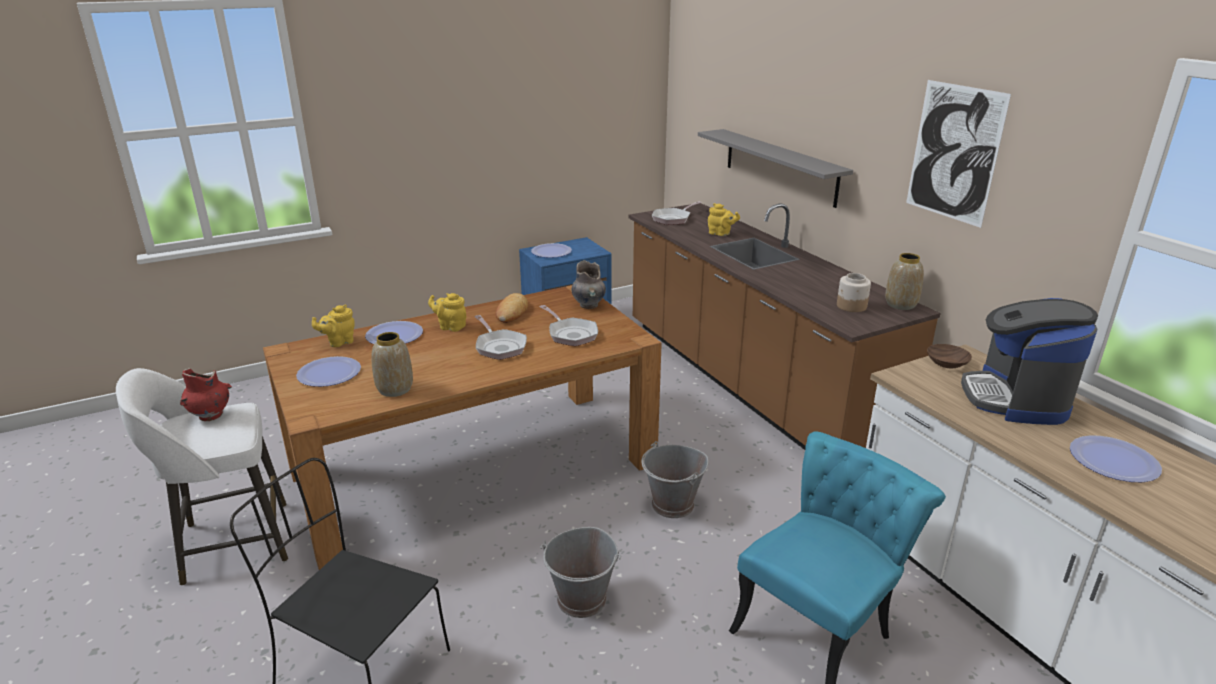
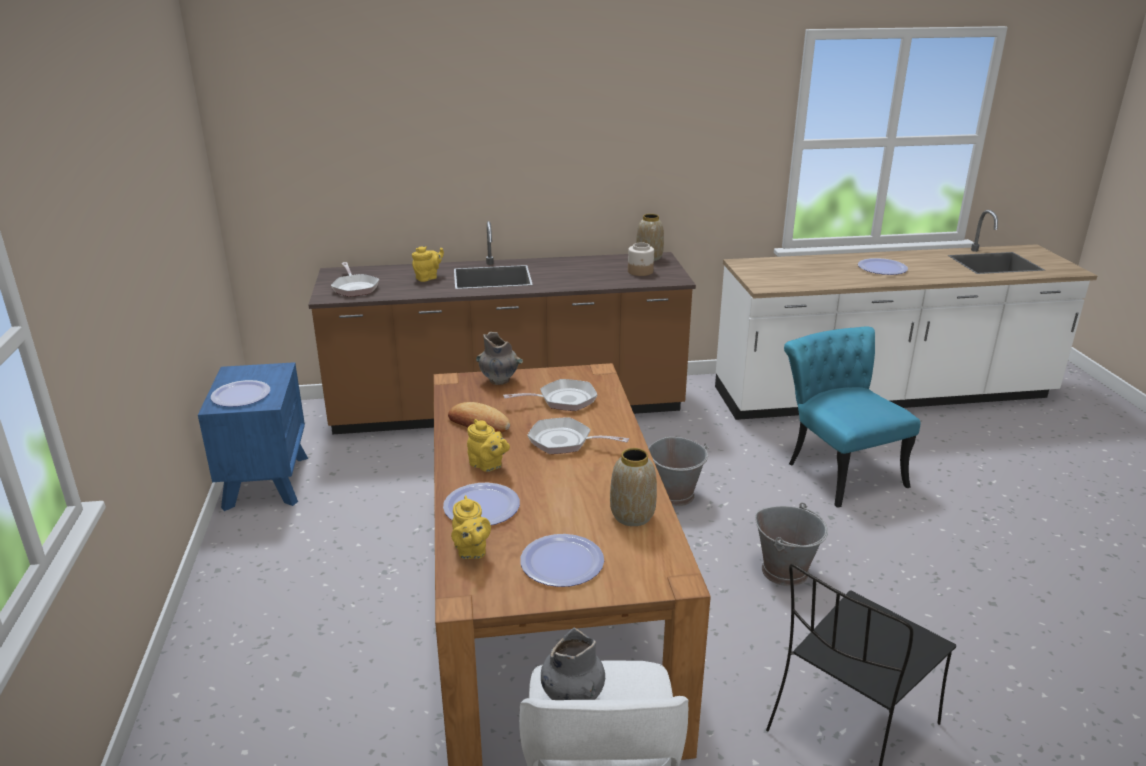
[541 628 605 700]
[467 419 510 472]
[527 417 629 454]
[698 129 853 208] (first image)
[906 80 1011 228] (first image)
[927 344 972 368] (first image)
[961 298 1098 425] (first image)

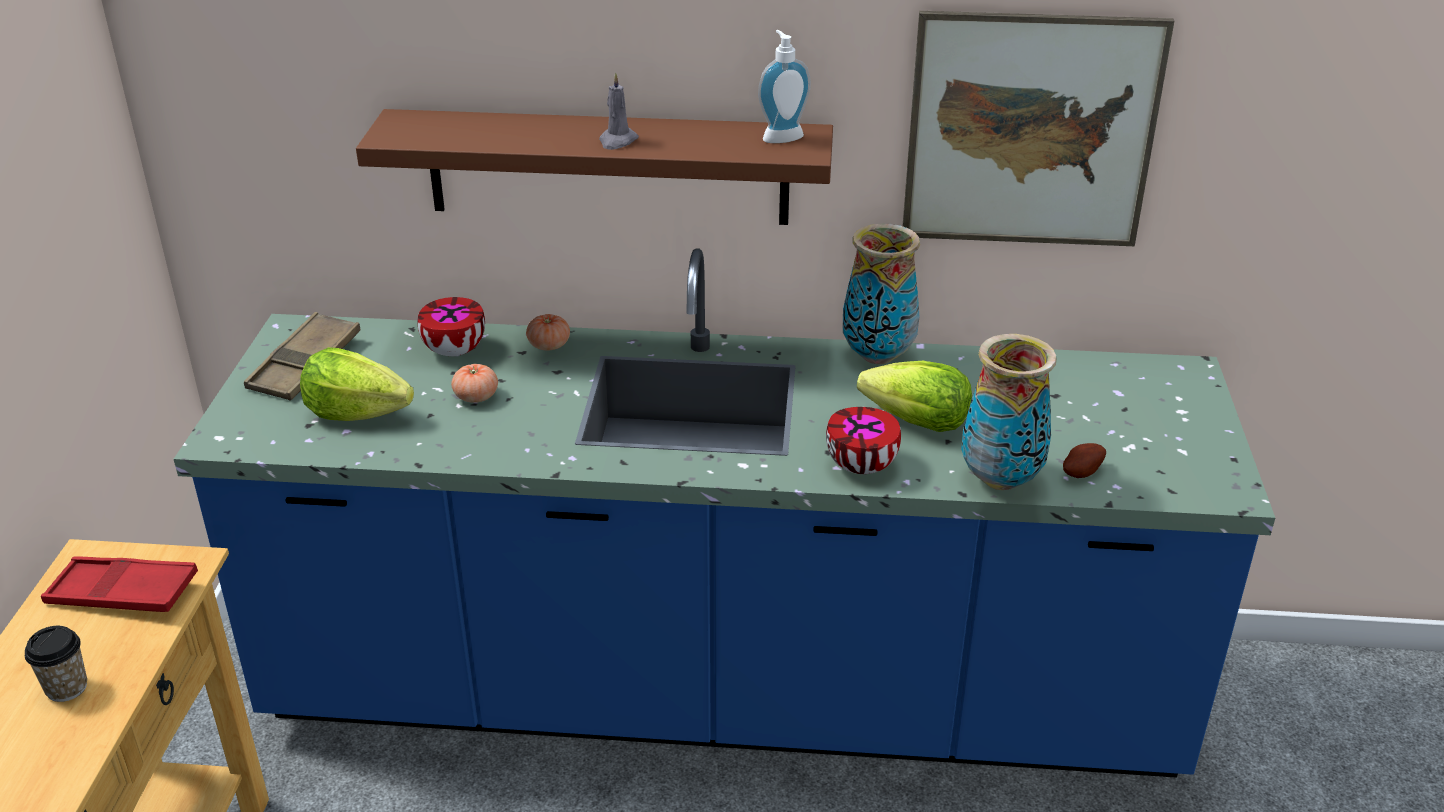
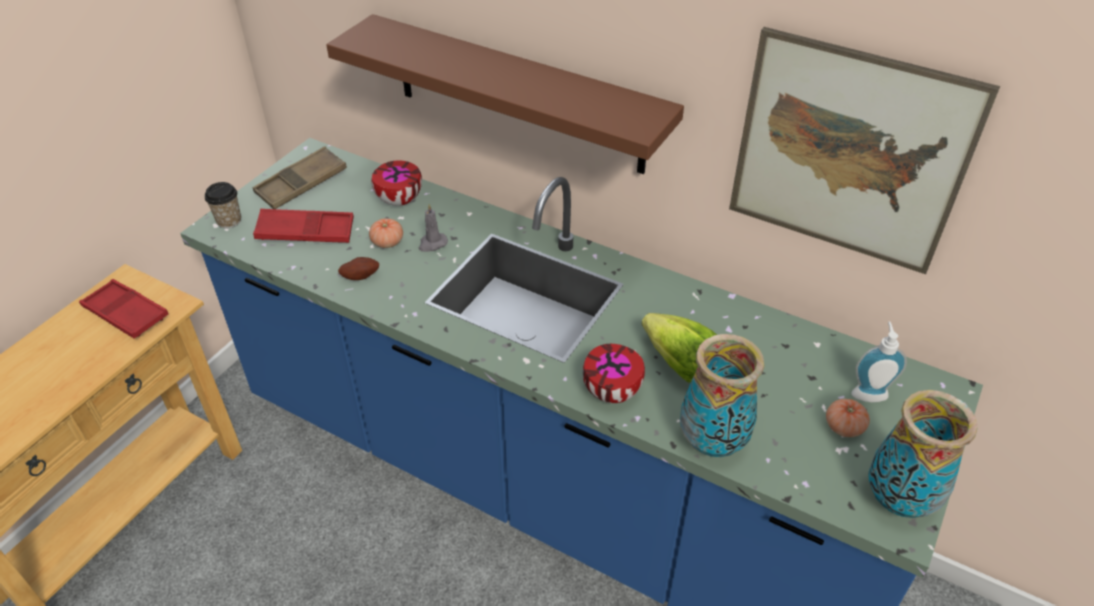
[205 182 241 229]
[253 209 354 243]
[826 399 870 437]
[419 204 448 252]
[851 321 907 402]
[868 390 978 518]
[338 257 379 280]

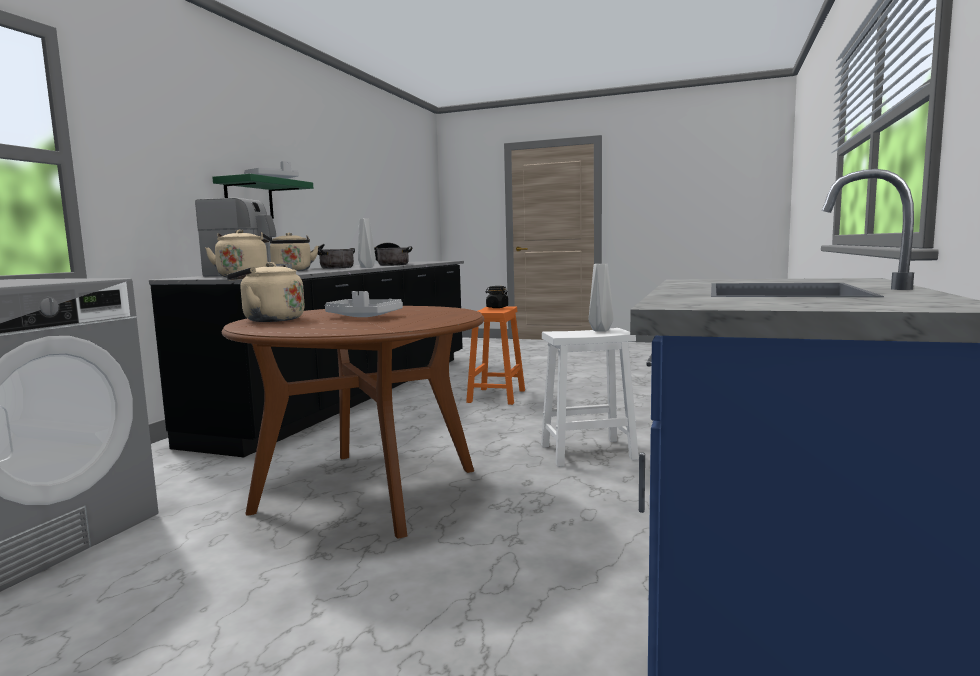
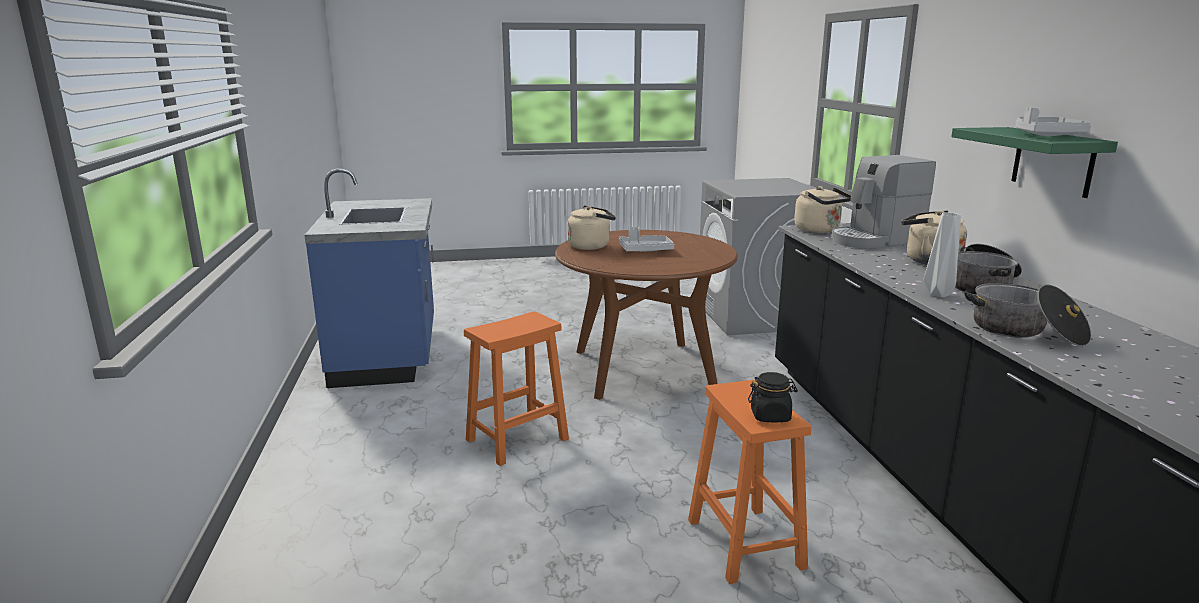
[567 206 616 250]
[464 311 569 466]
[589 264 614 332] (first image)

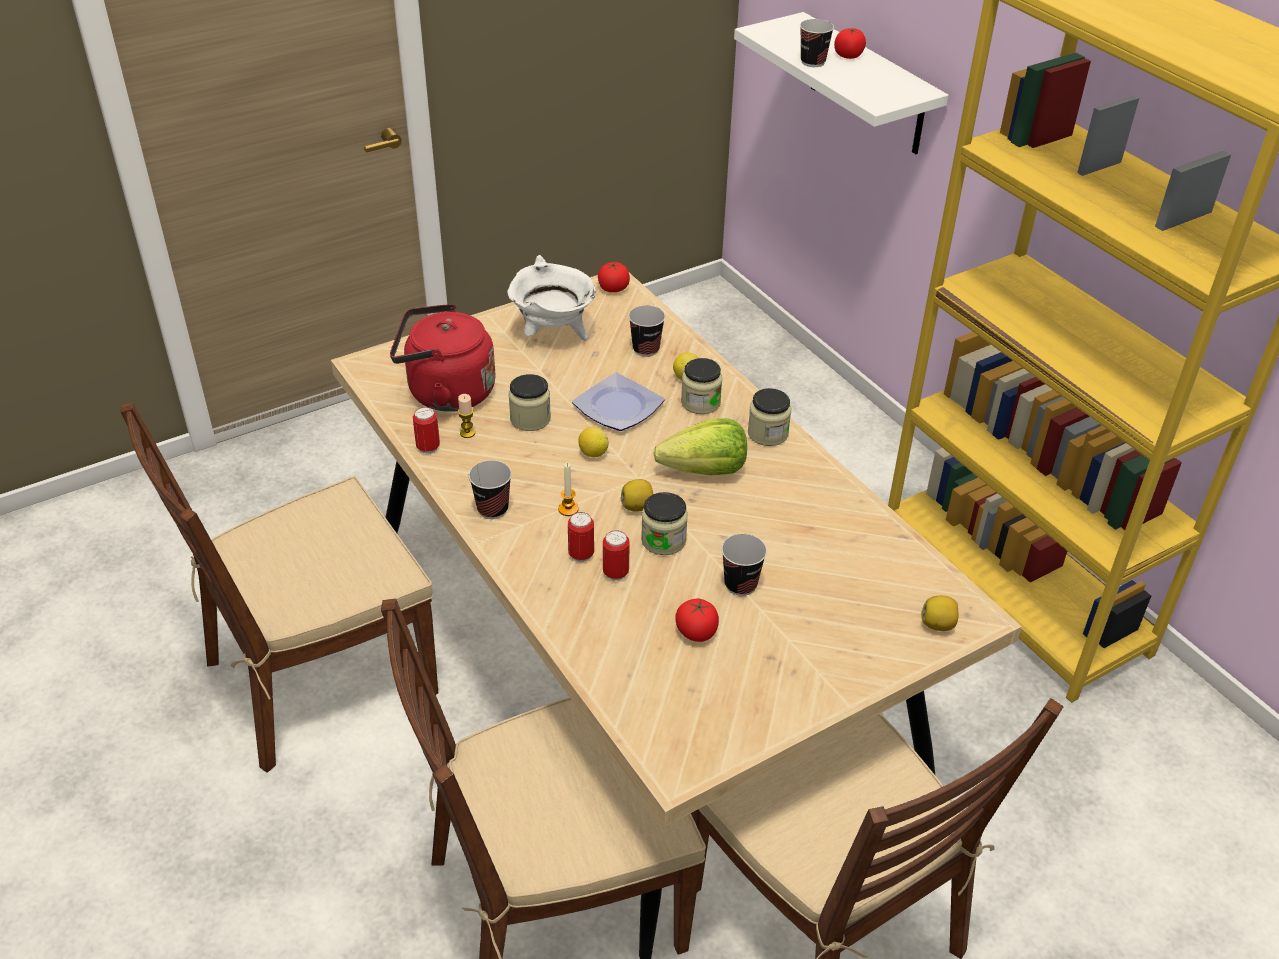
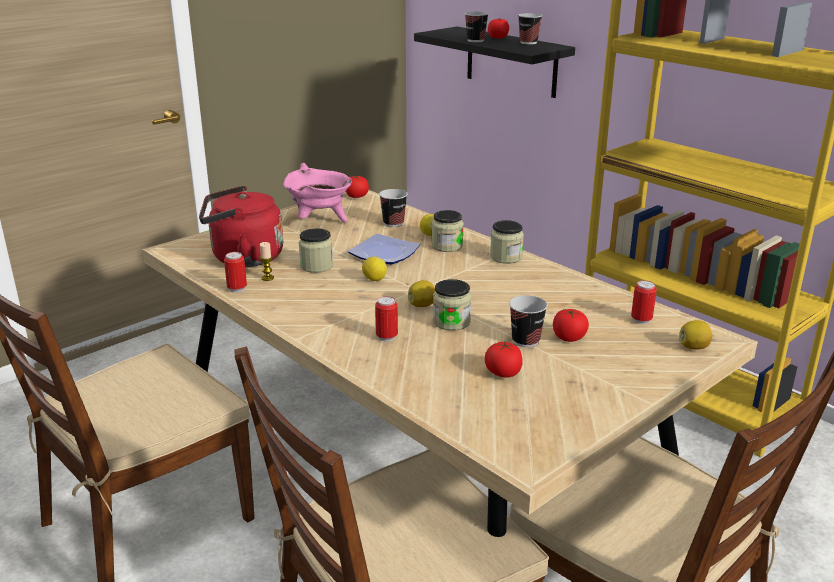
[518 13 542 45]
[283 163 352 223]
[558 463 579 516] (first image)
[631 280 657 324]
[654 418 747 475] (first image)
[414 27 575 98]
[553 309 589 342]

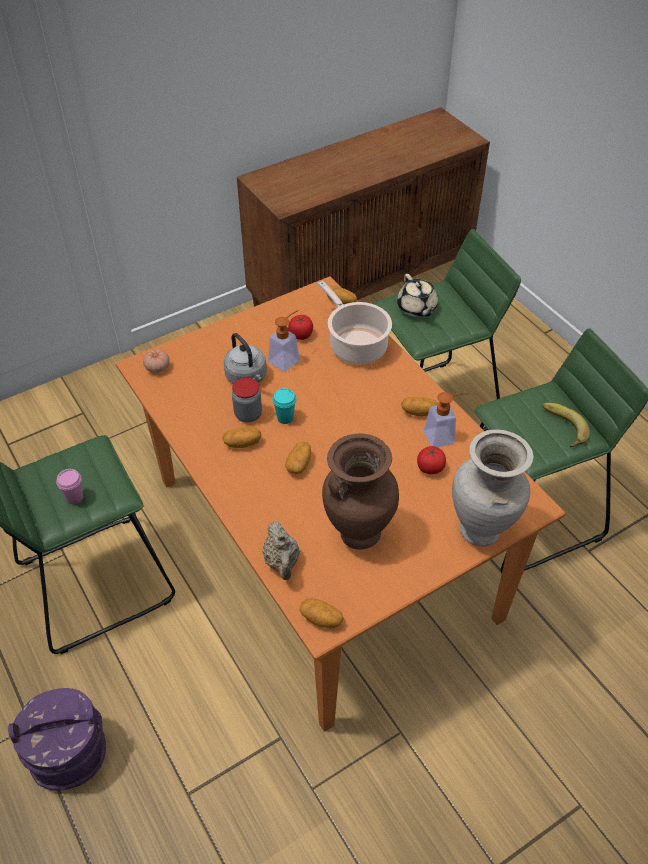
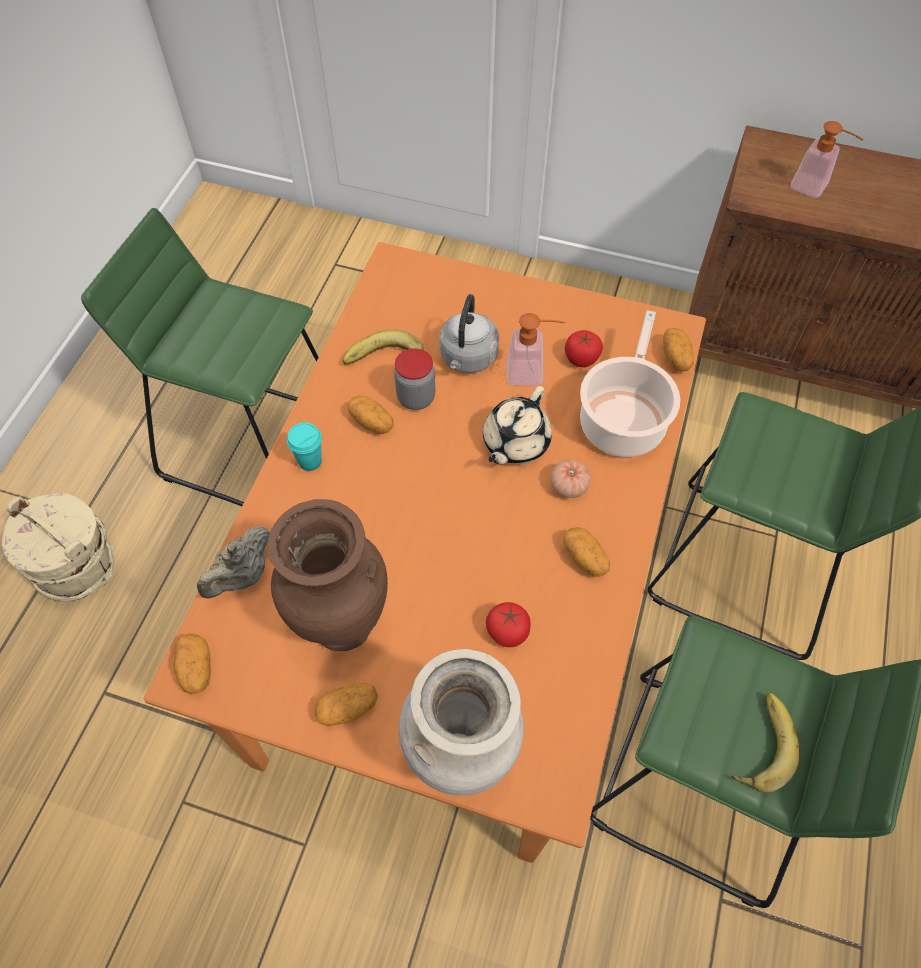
[2 493 114 602]
[56 469 84 504] (first image)
[550 460 591 498]
[287 422 322 471]
[315 683 378 726]
[483 386 552 465]
[791 121 863 198]
[343 330 424 364]

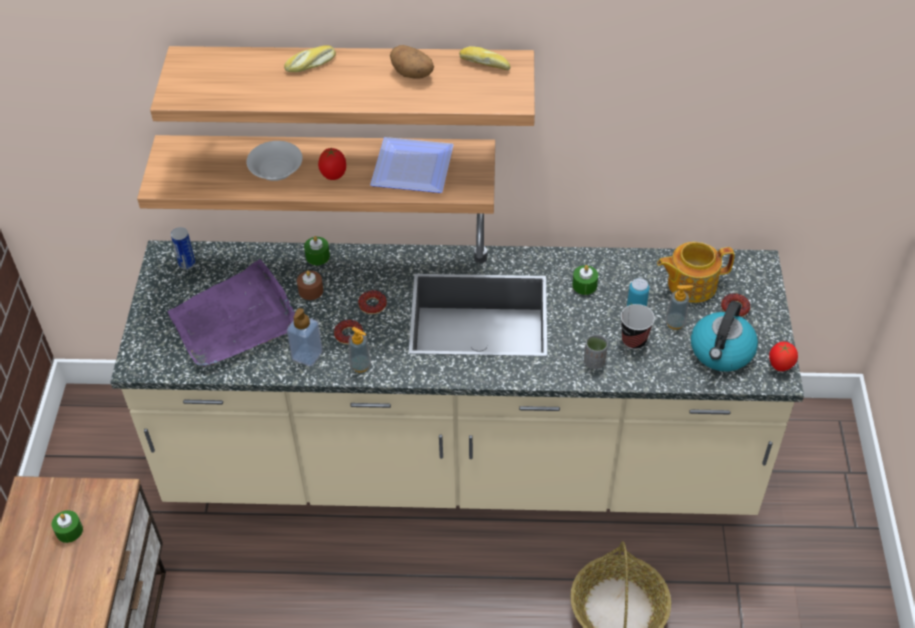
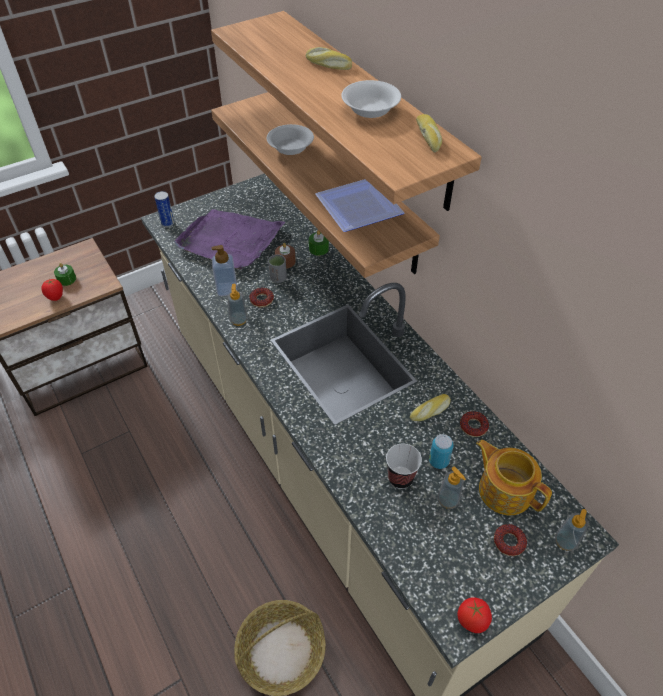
[154 191 174 227]
[41 279 63 301]
[460 411 489 437]
[341 80 401 118]
[410 394 451 421]
[268 254 287 283]
[691 301 758 372] (first image)
[555 509 589 551]

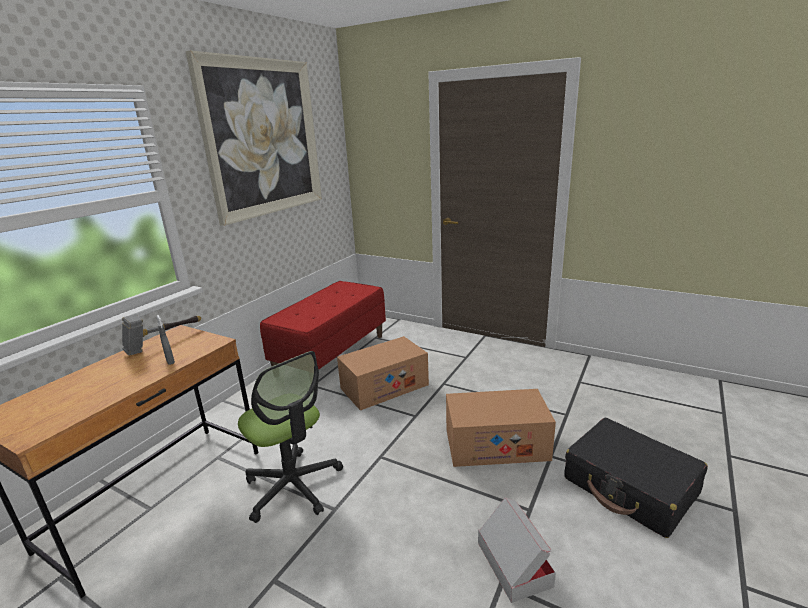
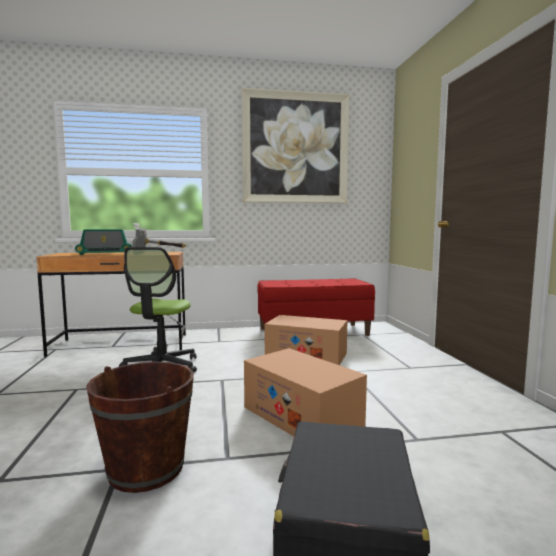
[86 362 194 493]
[75 229 132 255]

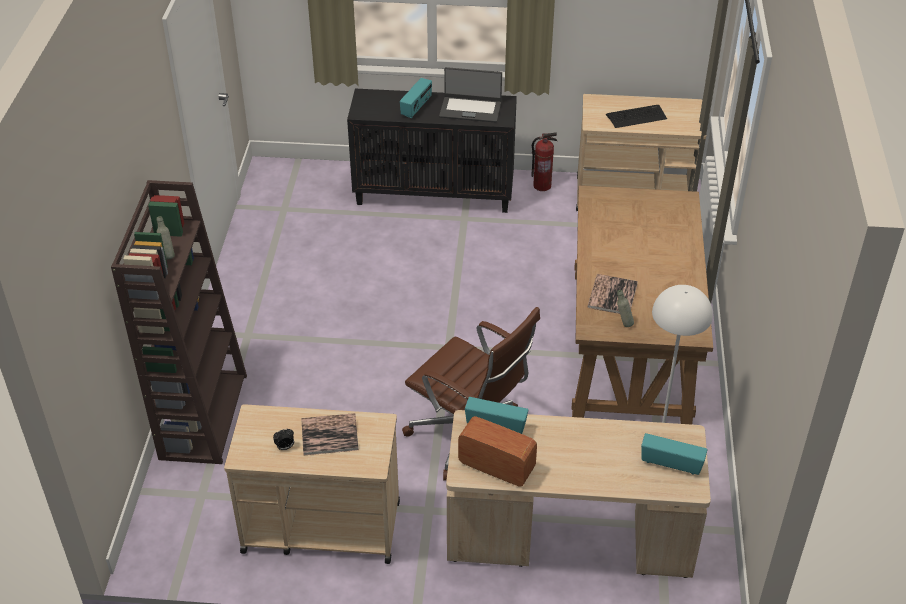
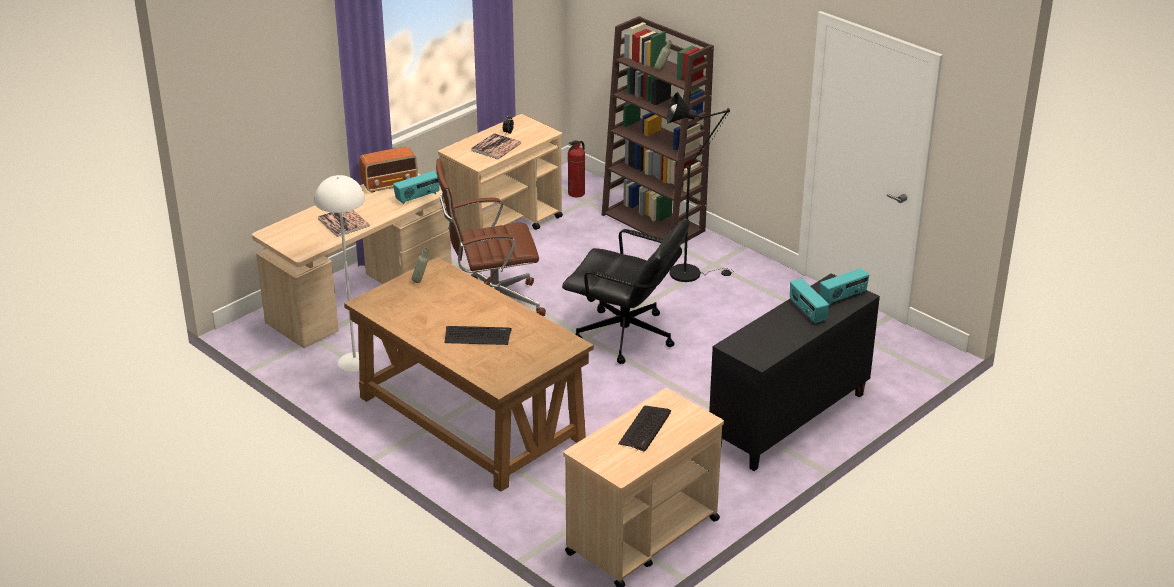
[439 67 502 123] (first image)
[568 140 585 197]
[318 210 370 237]
[820 268 870 305]
[445 326 512 345]
[562 219 690 364]
[666 92 734 282]

